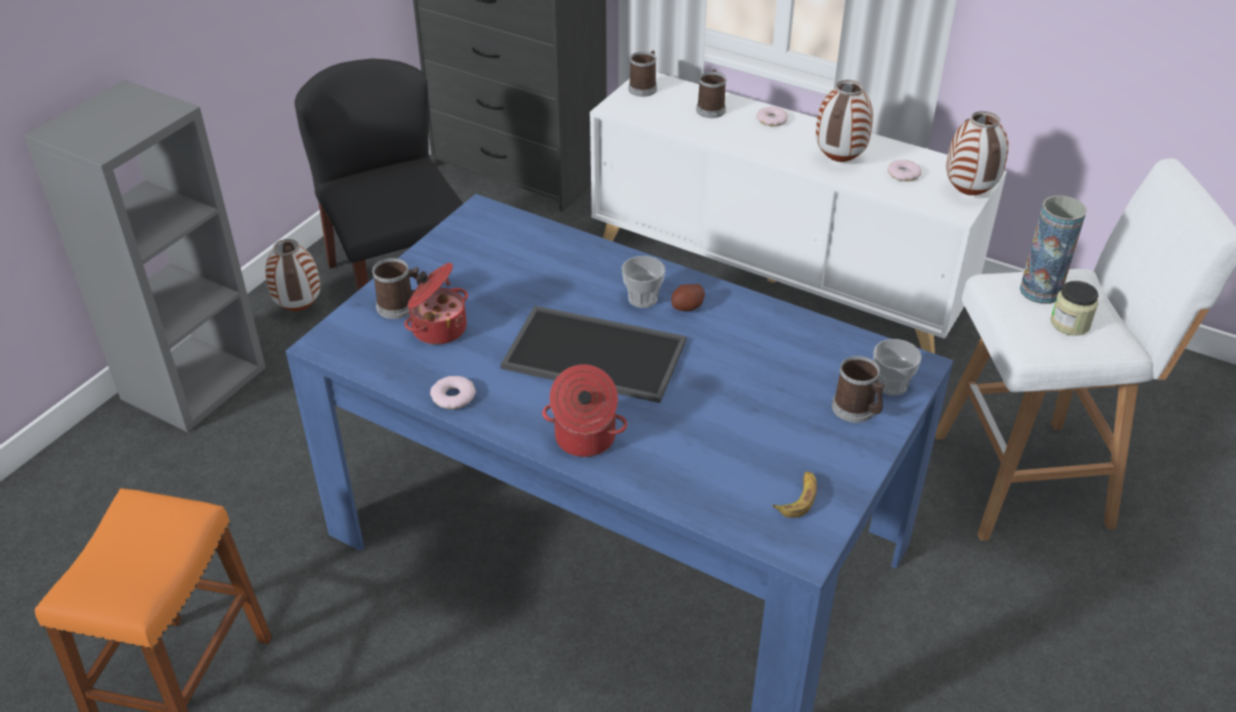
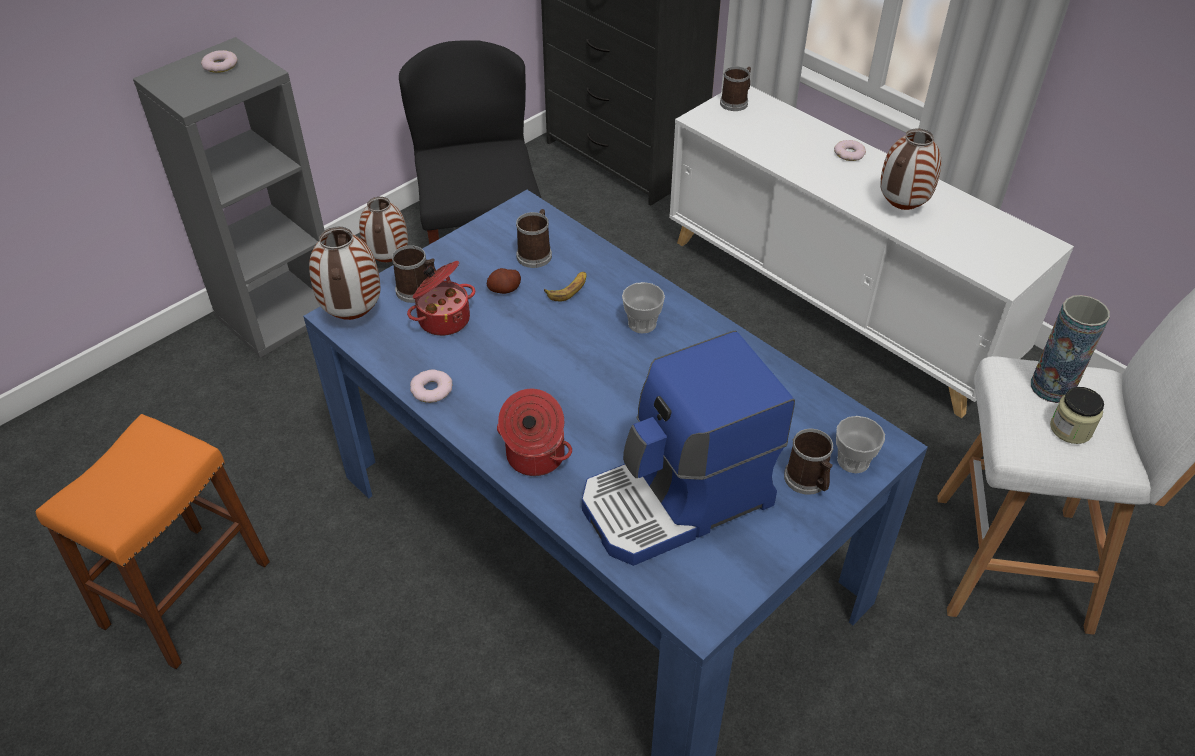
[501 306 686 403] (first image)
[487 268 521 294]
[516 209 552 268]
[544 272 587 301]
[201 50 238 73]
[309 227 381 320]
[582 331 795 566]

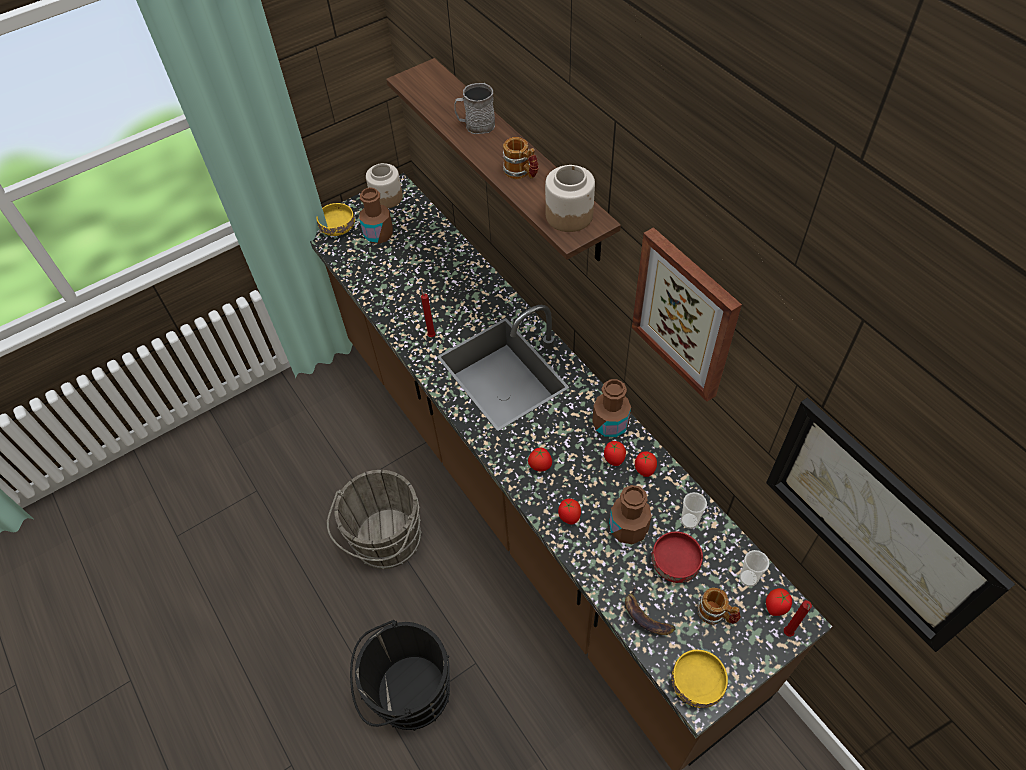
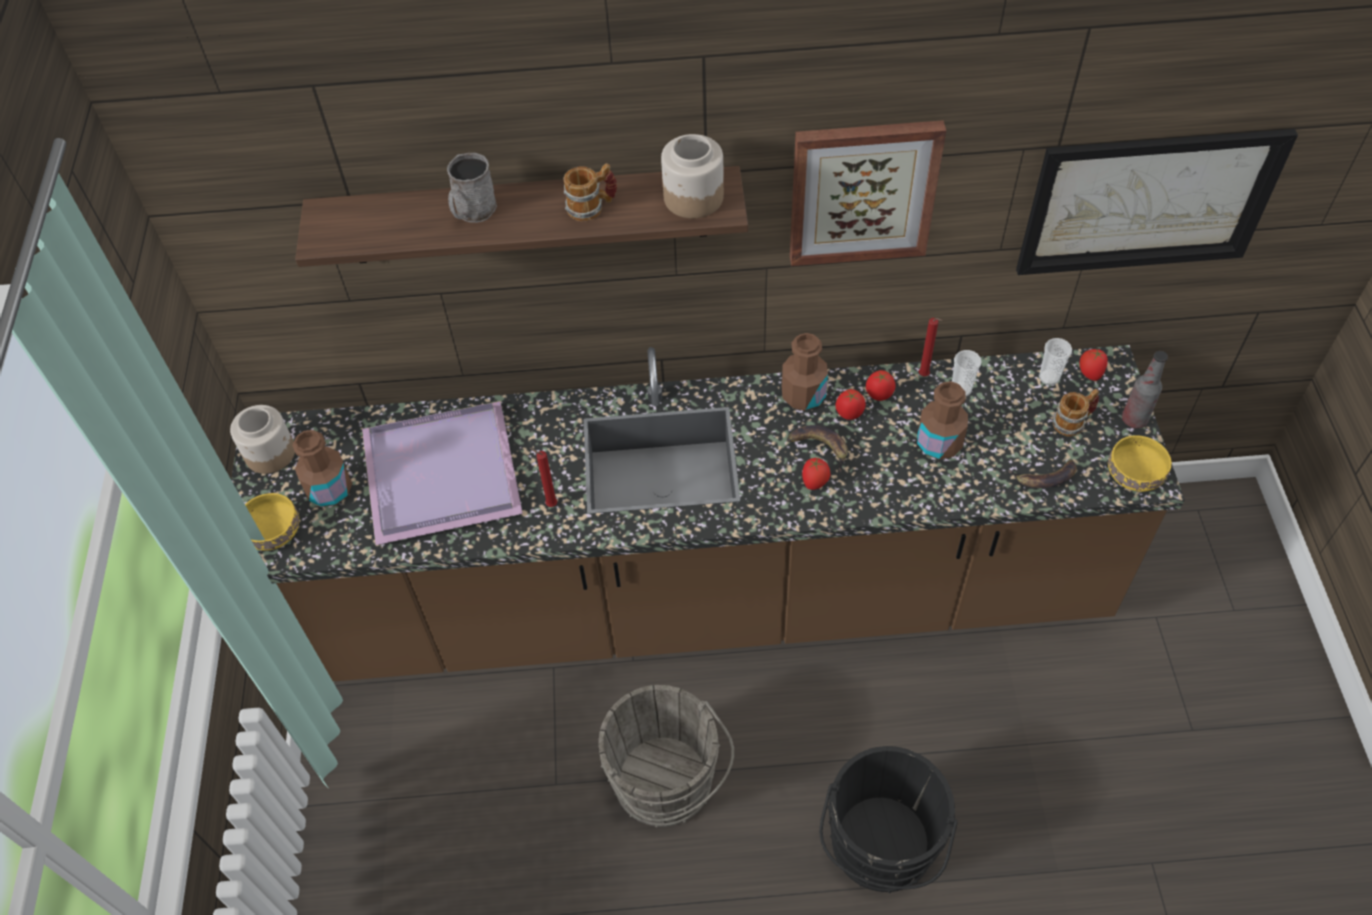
[558 499 581 524] (first image)
[651 531 703 583] (first image)
[919 318 942 377]
[362 401 523 545]
[787 425 848 473]
[1122 351 1168 429]

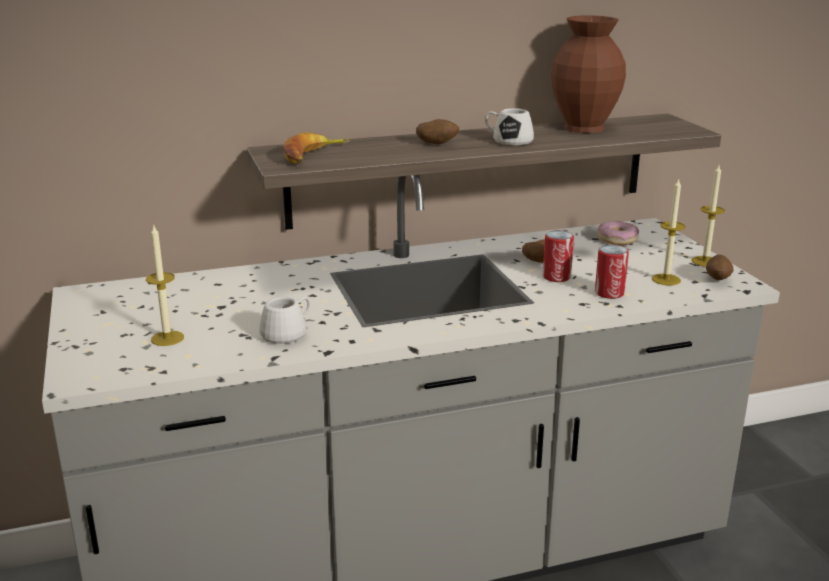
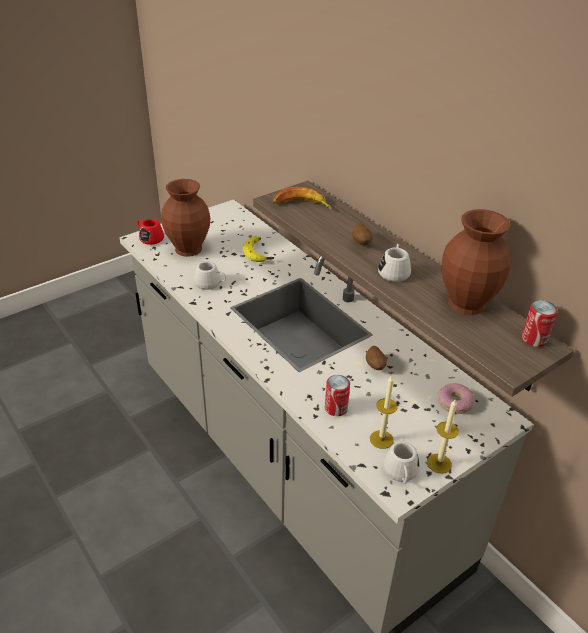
[161 179 211 257]
[521 300 558 347]
[383 442 420 484]
[137 219 164 245]
[243 236 274 262]

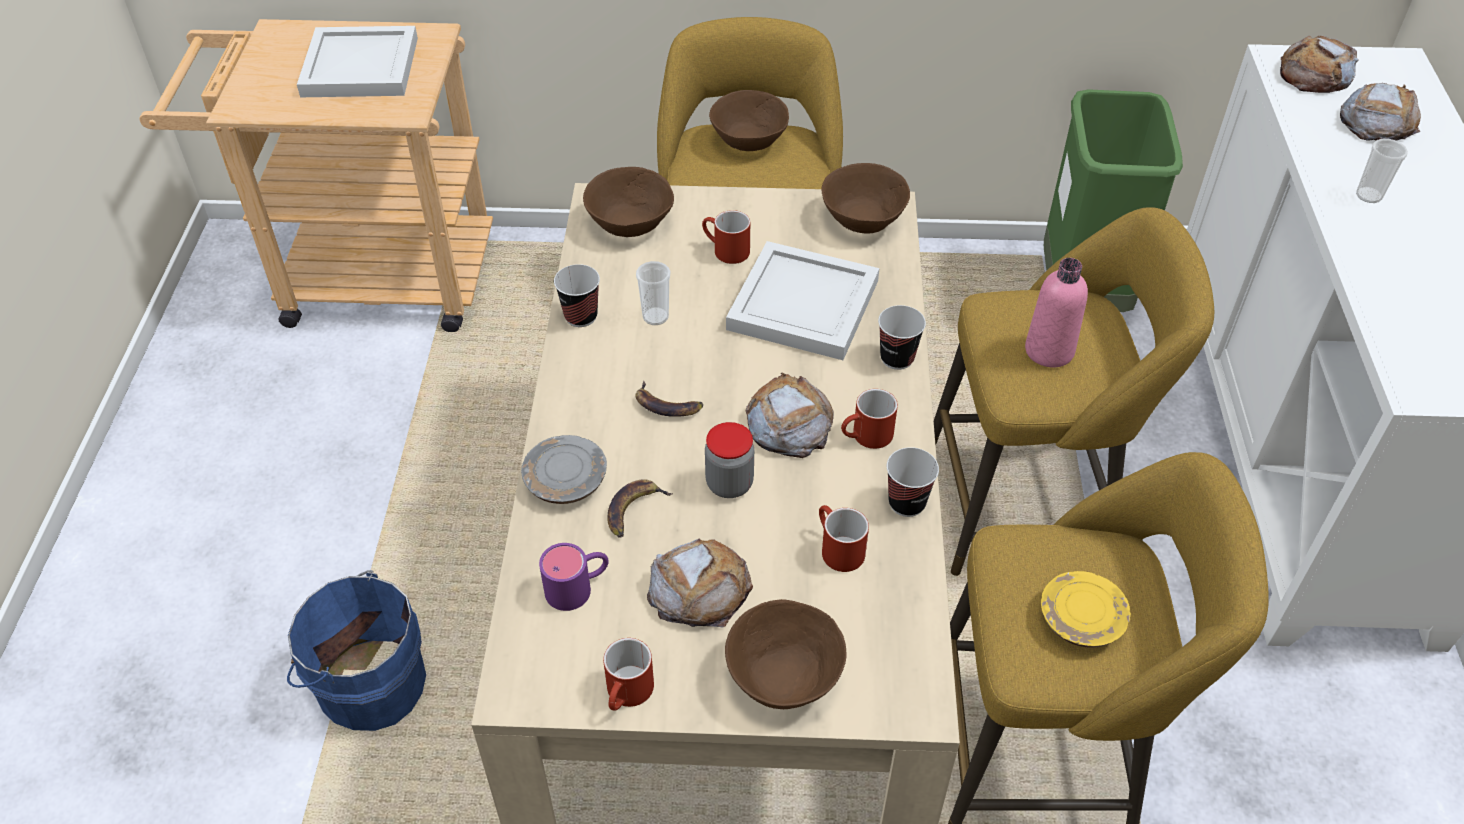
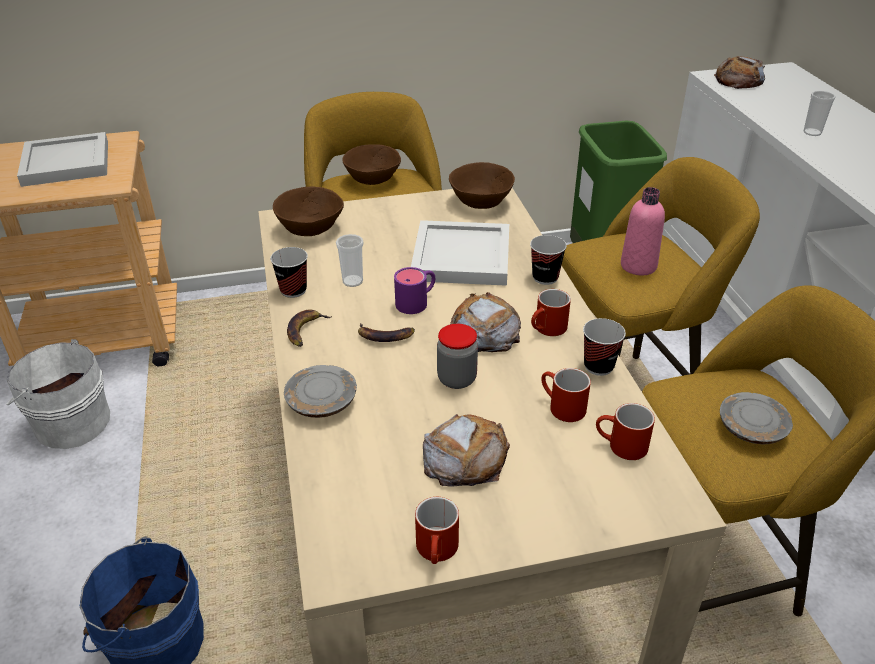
[394 267 436 314]
[287 309 332 347]
[596 403 655 460]
[725 599 847 709] (first image)
[720 392 793 444]
[1340 83 1421 141] (first image)
[6 339 110 449]

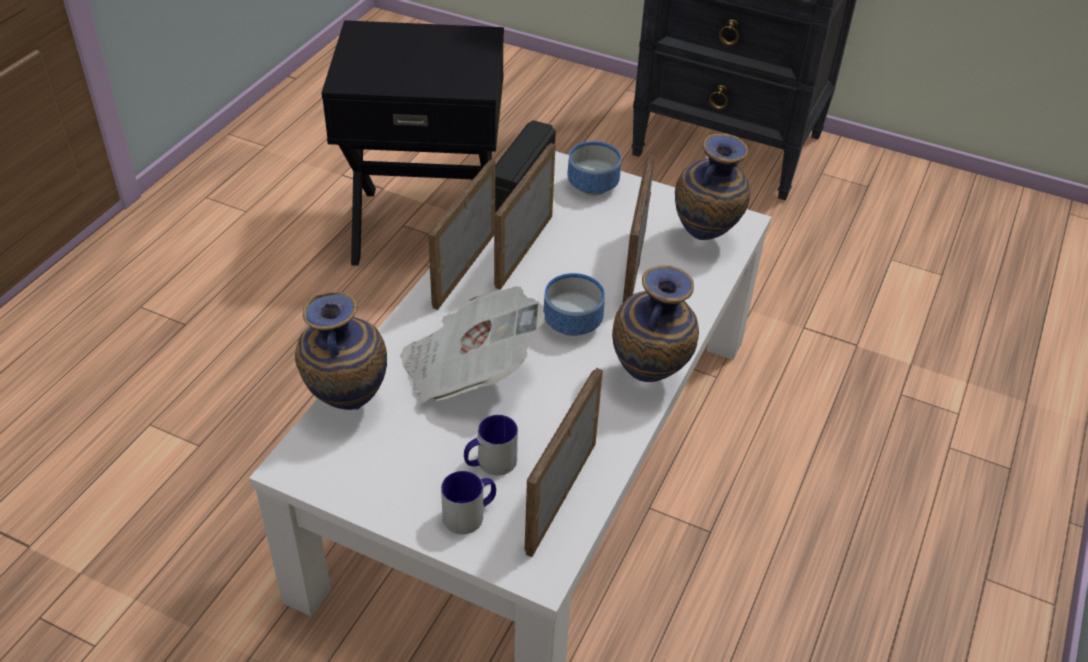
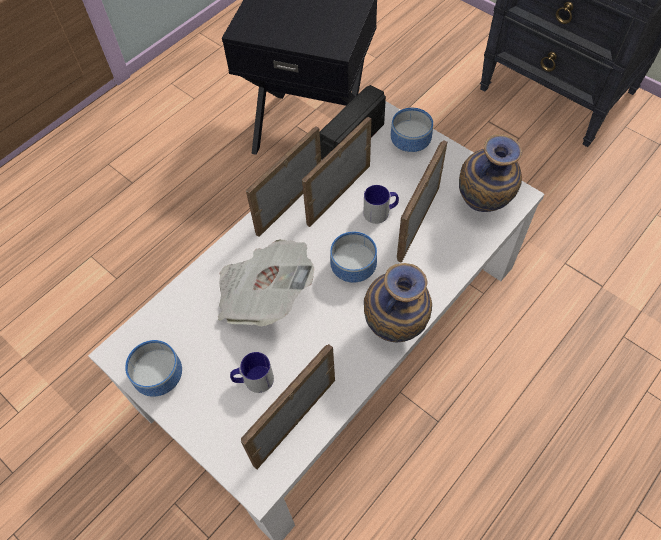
[295 291 387 410] (first image)
[364 185 399 224]
[125 340 182 397]

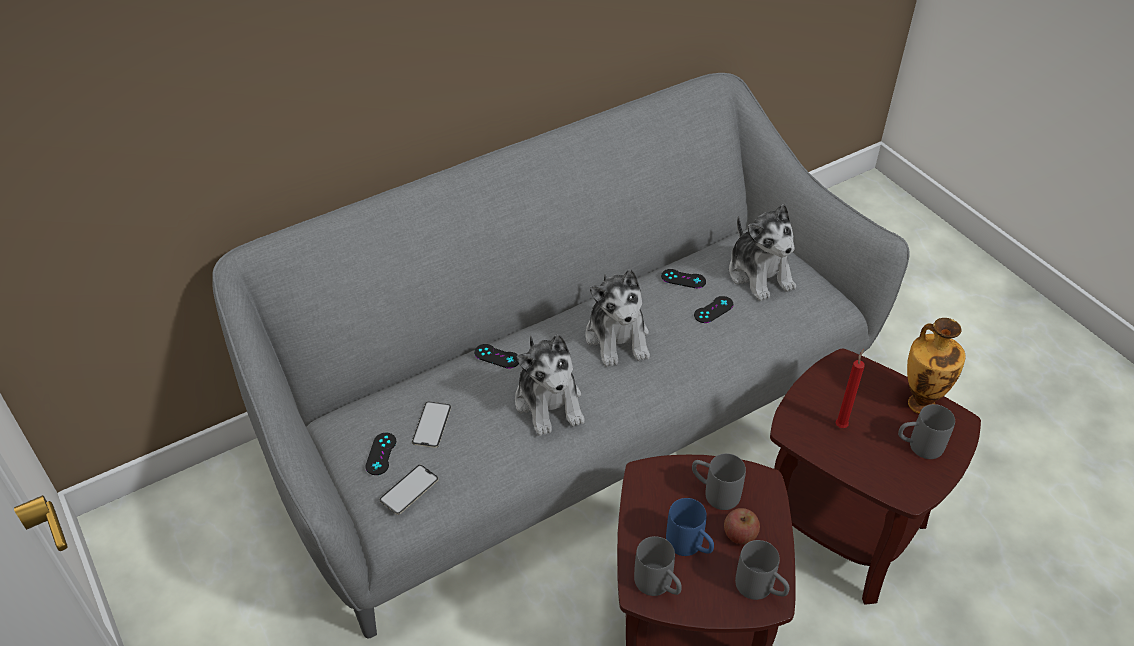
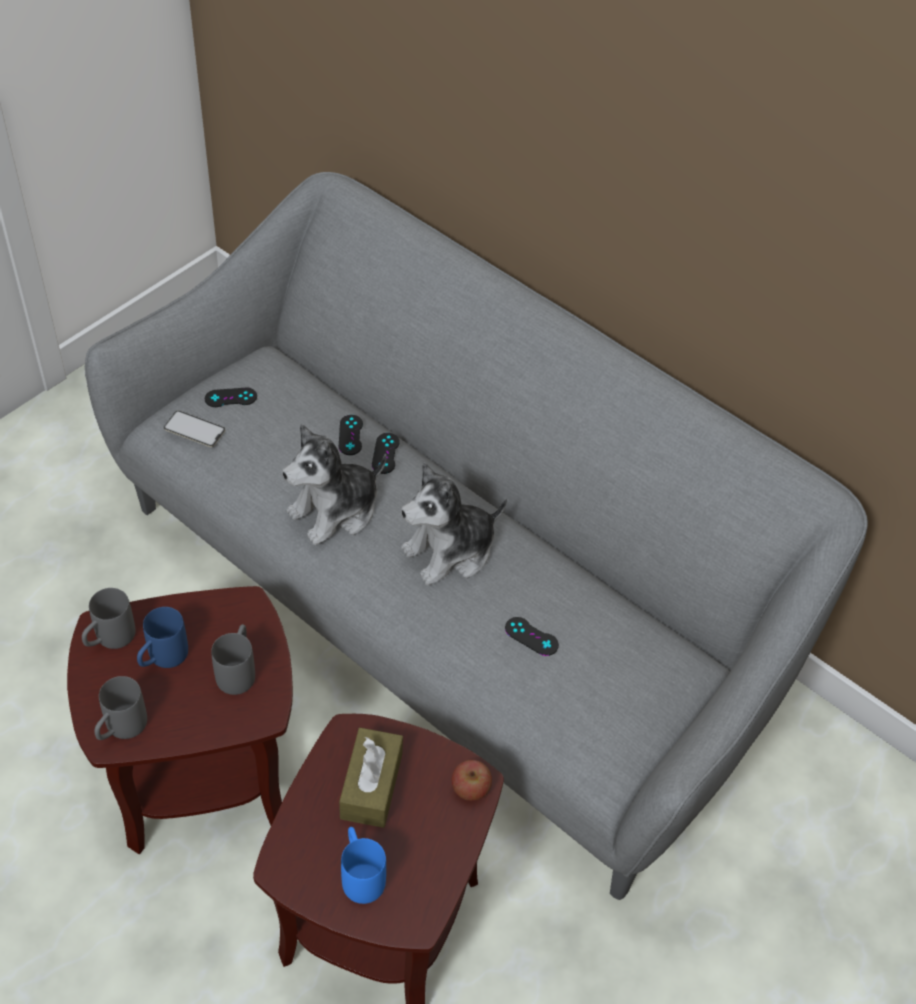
[412 401 451 448] (first image)
[339 415 363 455]
[452 760 492 801]
[729 204 796 301] (first image)
[339 728 403 828]
[341 827 386 904]
[907 318 965 414] (first image)

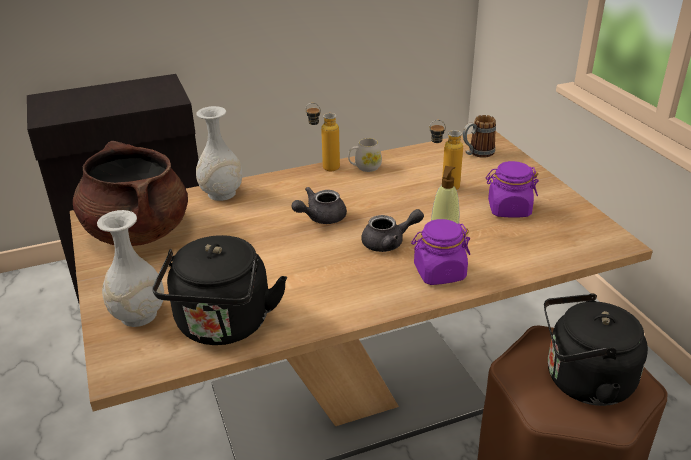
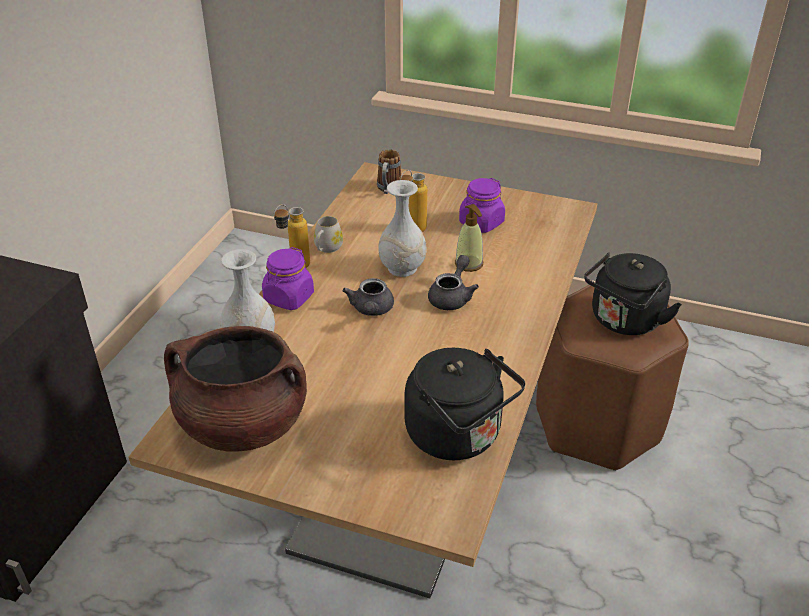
[378 180 427 277]
[262 247 314 310]

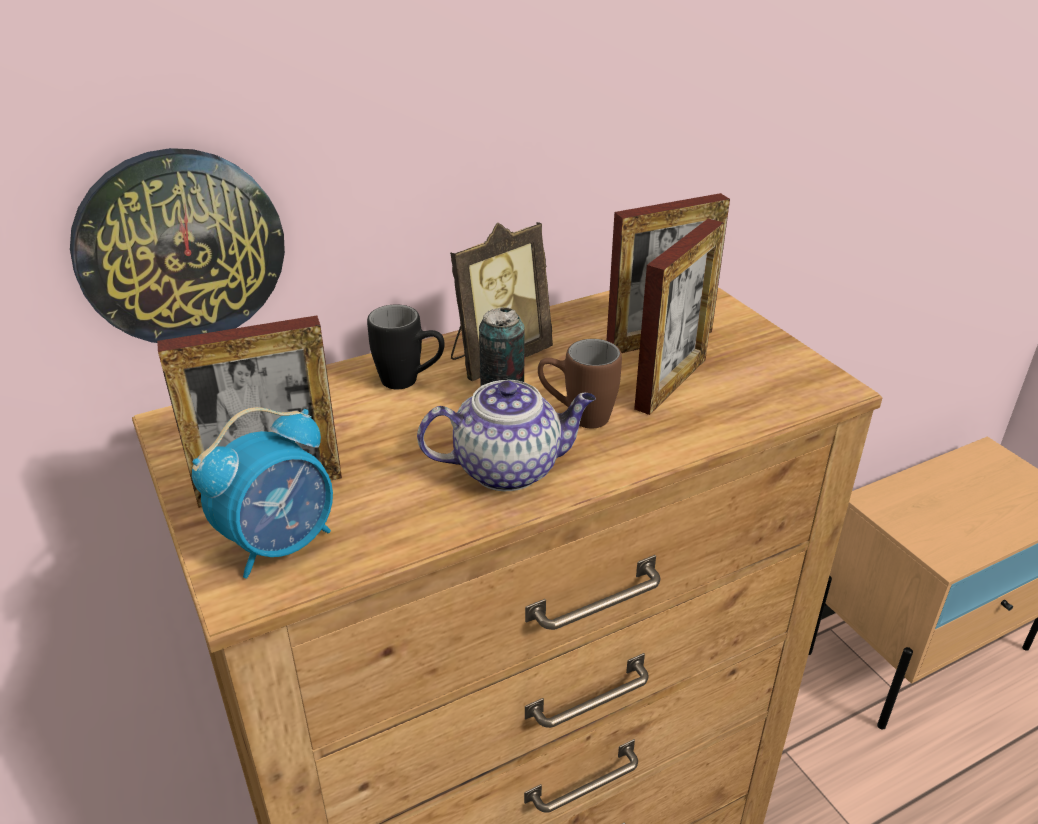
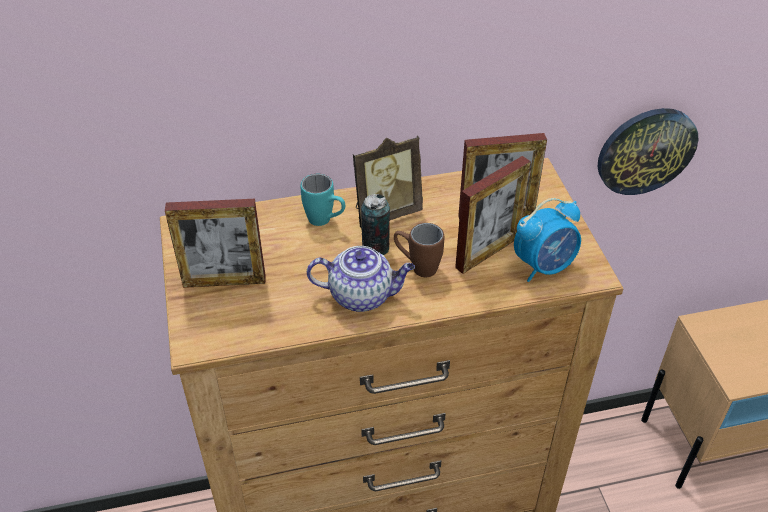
[598 108 698 195]
[514 198 581 282]
[300 174 345 226]

